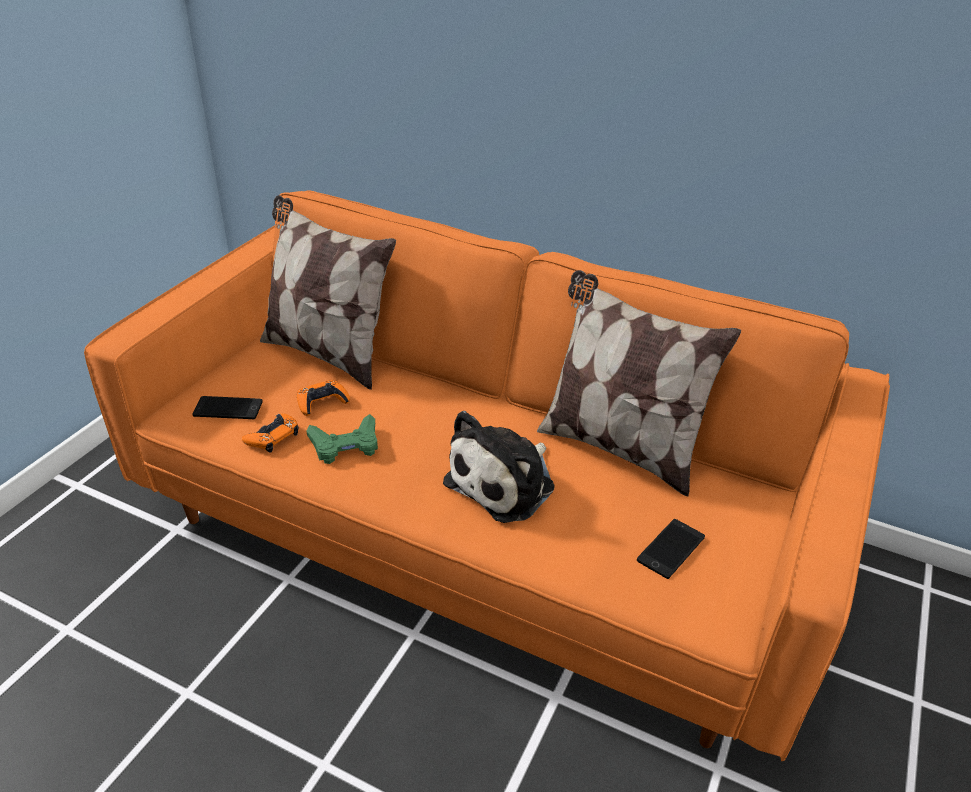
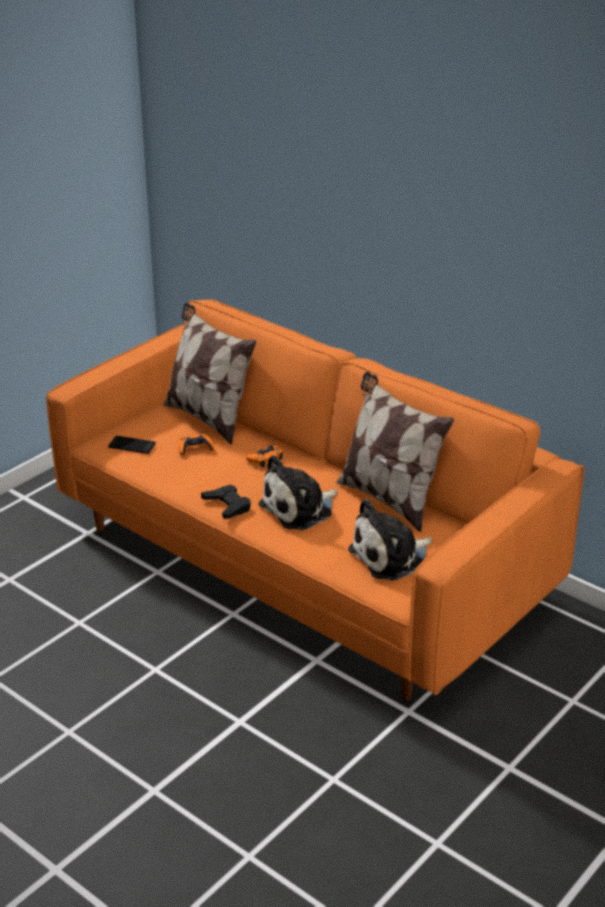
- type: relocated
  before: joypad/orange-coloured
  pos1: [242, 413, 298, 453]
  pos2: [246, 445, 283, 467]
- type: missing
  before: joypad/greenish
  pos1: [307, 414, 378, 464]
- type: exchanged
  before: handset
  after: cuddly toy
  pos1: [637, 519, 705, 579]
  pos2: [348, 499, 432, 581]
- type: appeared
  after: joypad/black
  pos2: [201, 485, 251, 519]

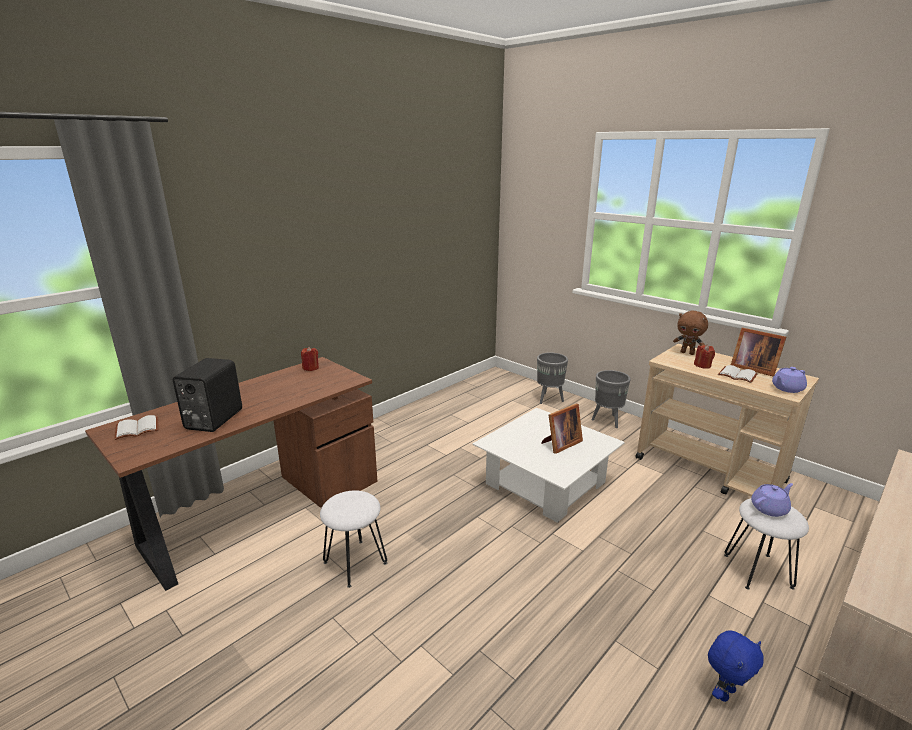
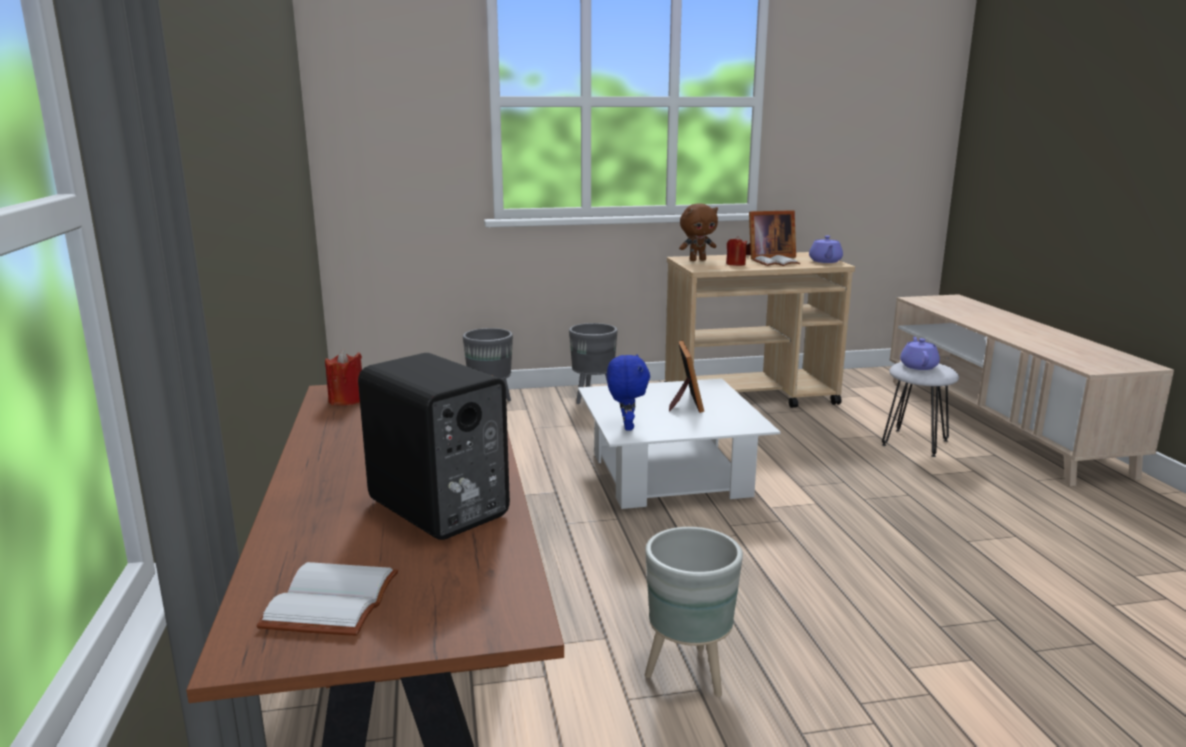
- type: exchanged
  before: sitting stool/white
  after: flower pot/gray
  pos1: [320, 490, 387, 588]
  pos2: [645, 527, 743, 697]
- type: relocated
  before: cuddly toy/bluish
  pos1: [708, 630, 764, 702]
  pos2: [607, 354, 650, 431]

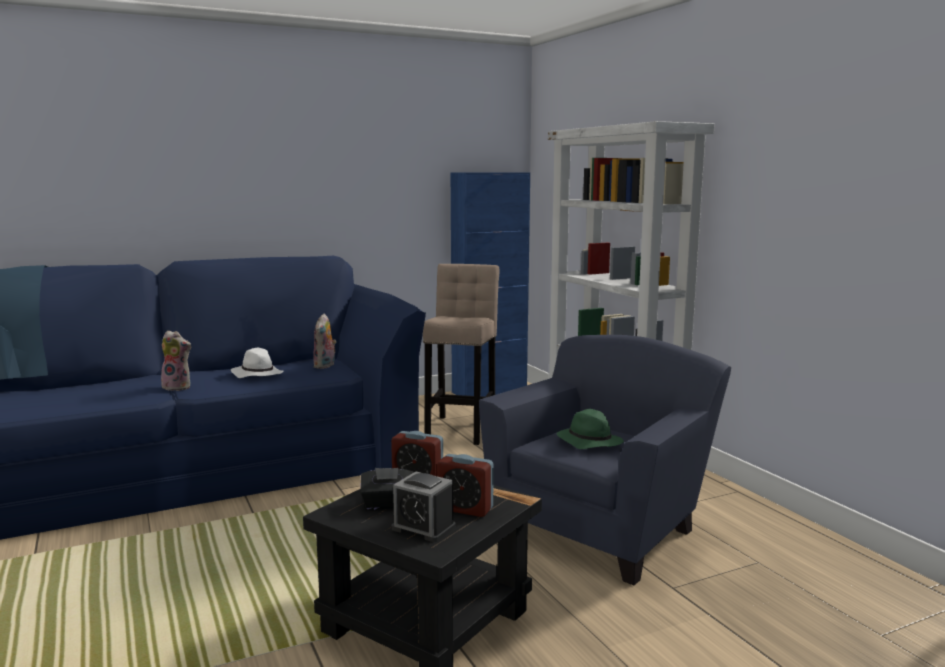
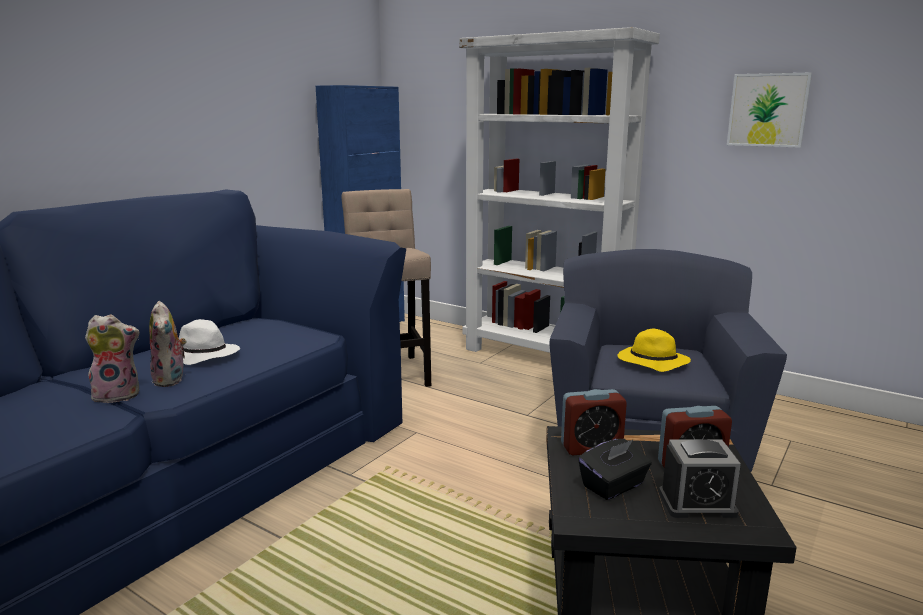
- type: relocated
  before: cuddly toy
  pos1: [313, 314, 337, 369]
  pos2: [149, 301, 187, 387]
- type: colour
  before: hat/greenish
  after: hat/yellow
  pos1: [557, 409, 624, 449]
  pos2: [617, 329, 691, 372]
- type: appeared
  after: wall art
  pos2: [727, 73, 812, 148]

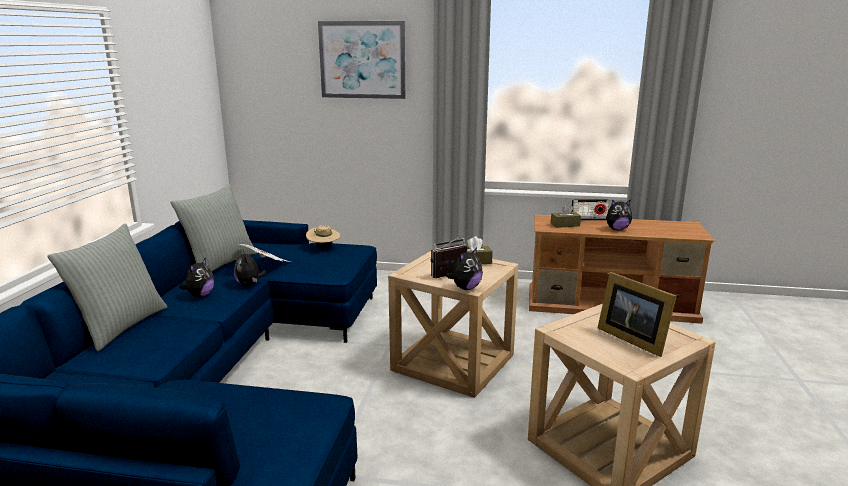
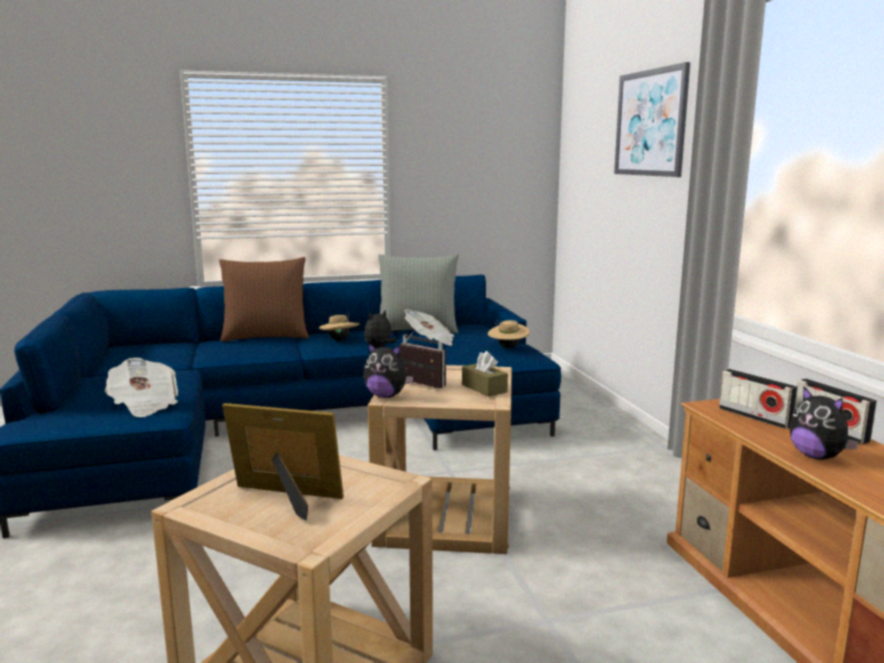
- type: exchanged
  before: box of tissues/brown-coloured
  after: radio set
  pos1: [551, 204, 581, 228]
  pos2: [719, 369, 798, 429]
- type: colour
  before: cushion/gray
  after: cushion/brown-coloured
  pos1: [47, 223, 167, 351]
  pos2: [219, 257, 309, 342]
- type: exchanged
  before: cuddly toy
  after: hat/sand-coloured
  pos1: [179, 257, 215, 297]
  pos2: [319, 313, 359, 341]
- type: spun
  before: photo frame
  pos1: [598, 272, 677, 357]
  pos2: [222, 403, 344, 521]
  turn: 75
- type: appeared
  after: daily paper
  pos2: [105, 358, 178, 417]

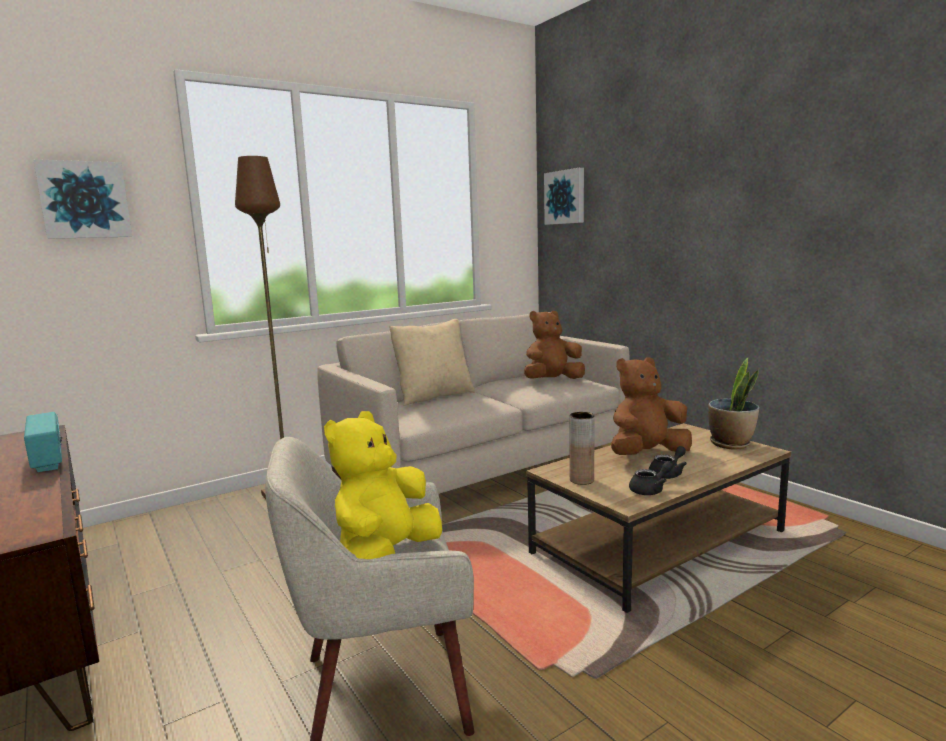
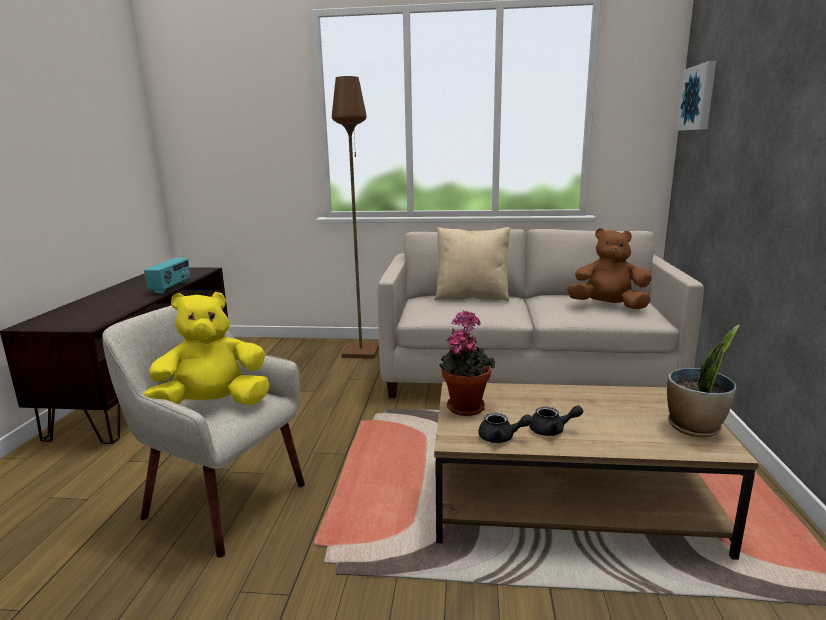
- type: missing
  before: wall art
  pos1: [33, 159, 132, 239]
- type: missing
  before: cuddly toy/brown-coloured
  pos1: [611, 357, 692, 455]
- type: exchanged
  before: vase/brown-coloured
  after: plant in a pot
  pos1: [569, 412, 595, 485]
  pos2: [439, 310, 495, 416]

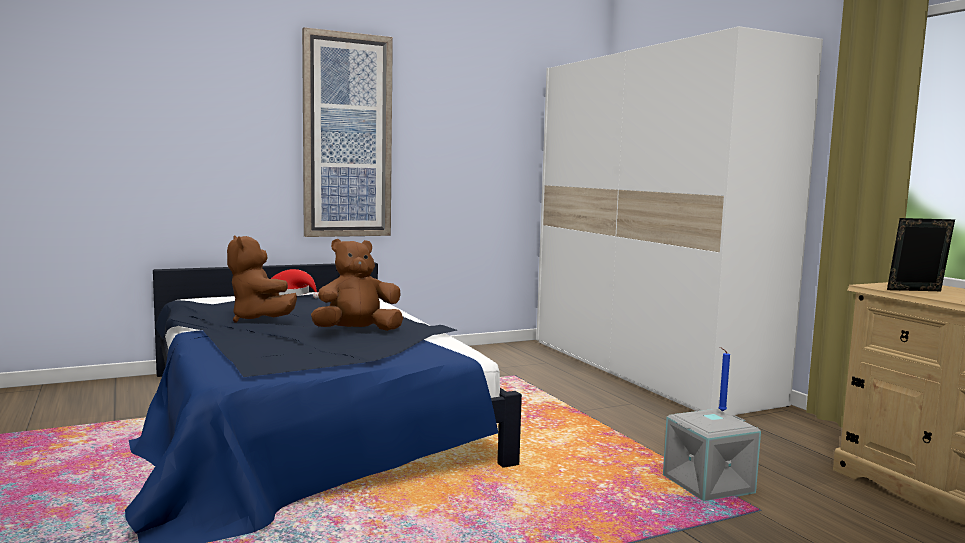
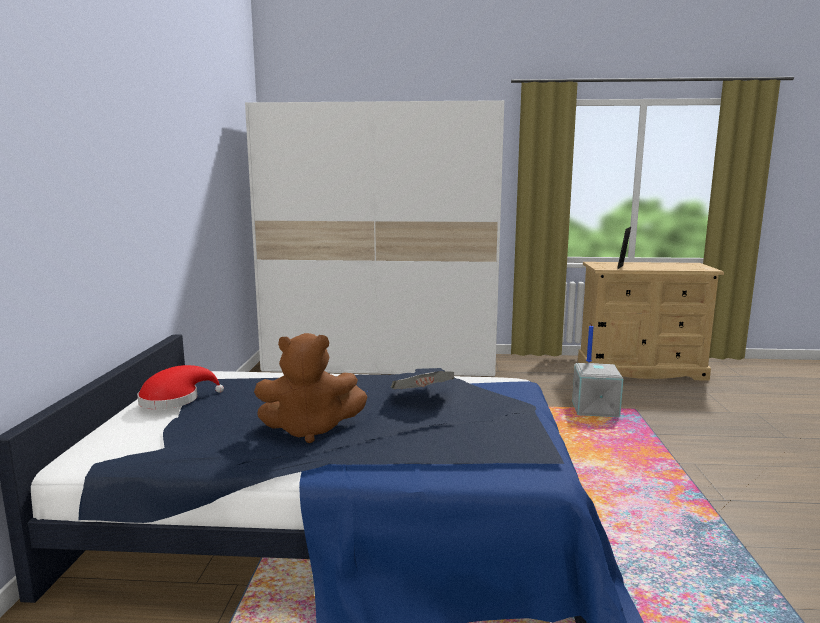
- type: missing
  before: wall art
  pos1: [302, 27, 393, 237]
- type: exchanged
  before: cuddly toy/brown-coloured
  after: daily paper
  pos1: [311, 239, 403, 331]
  pos2: [391, 371, 455, 389]

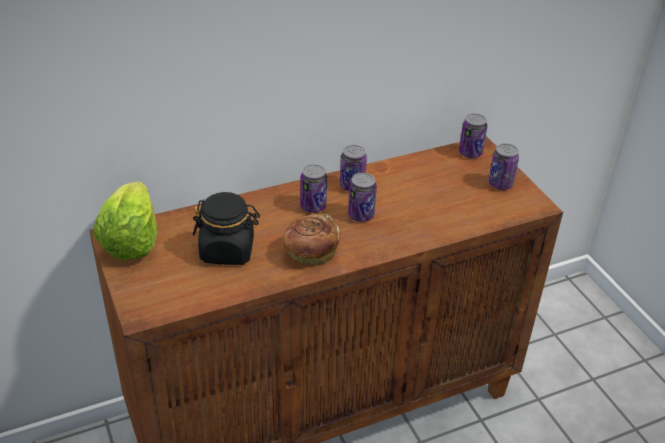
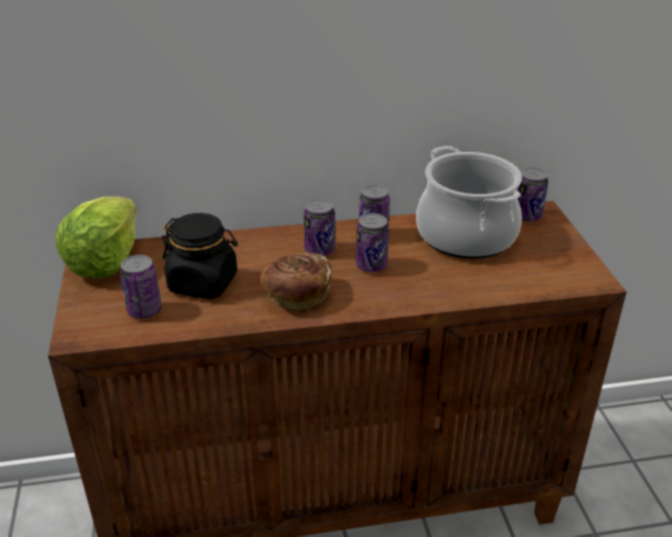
- type: relocated
  before: metal can
  pos1: [488, 143, 519, 190]
  pos2: [120, 255, 162, 319]
- type: appeared
  after: saucepot
  pos2: [416, 146, 522, 259]

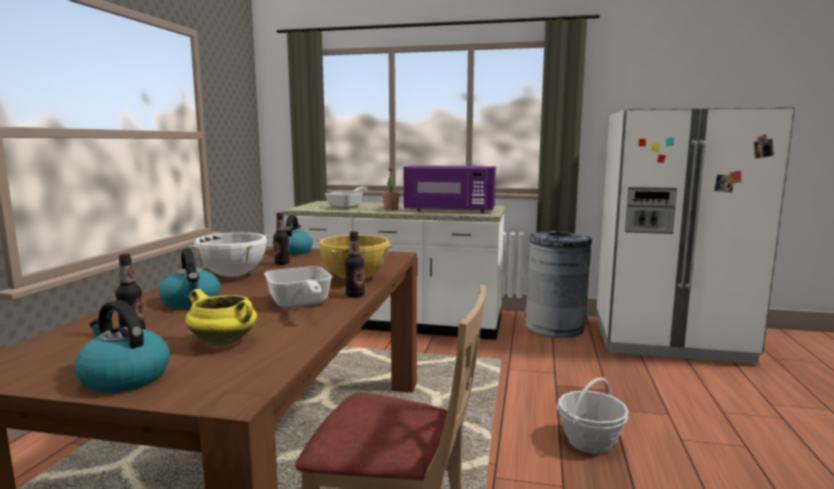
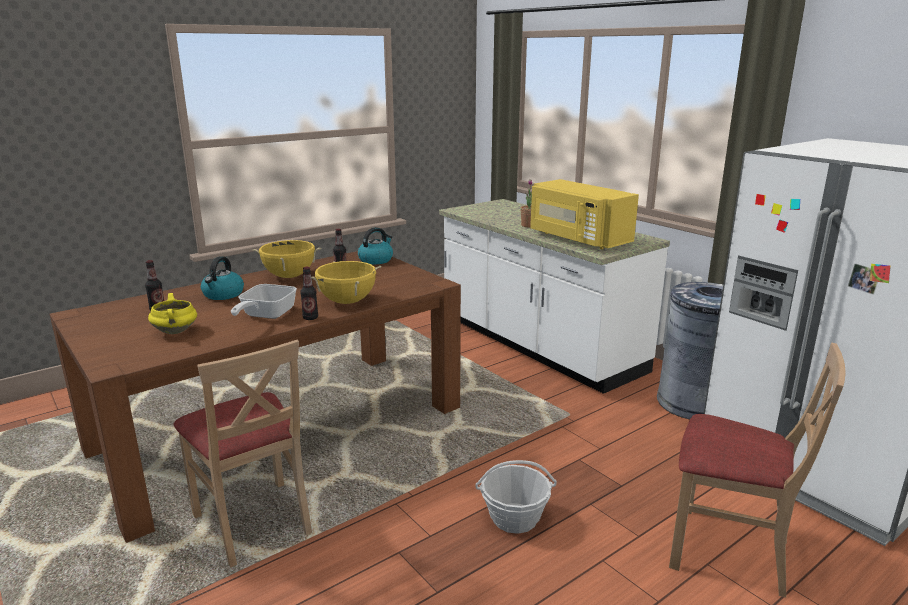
- type: colour
  before: microwave/purple
  after: microwave/yellow
  pos1: [404, 165, 496, 213]
  pos2: [530, 179, 639, 249]
- type: missing
  before: frying pan
  pos1: [325, 187, 367, 209]
- type: colour
  before: saucepot/white
  after: saucepot/yellow
  pos1: [188, 233, 270, 277]
  pos2: [252, 239, 321, 278]
- type: missing
  before: tea kettle
  pos1: [74, 300, 170, 393]
- type: appeared
  after: upright chair/sand-coloured
  pos2: [669, 343, 845, 598]

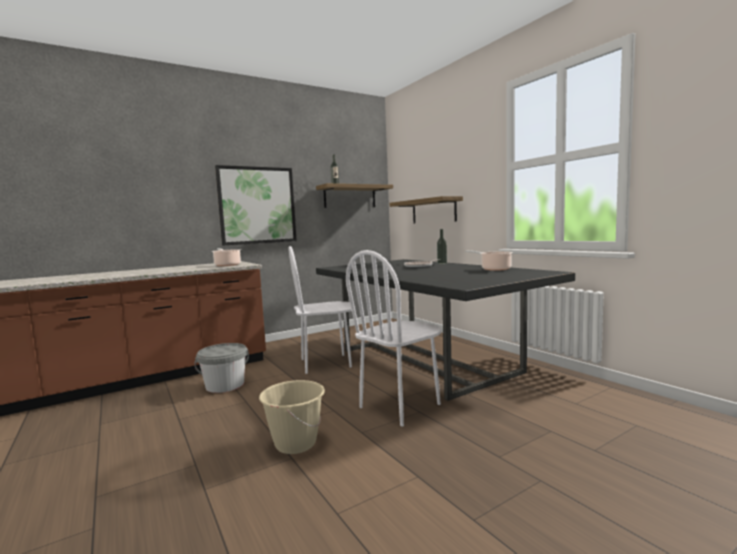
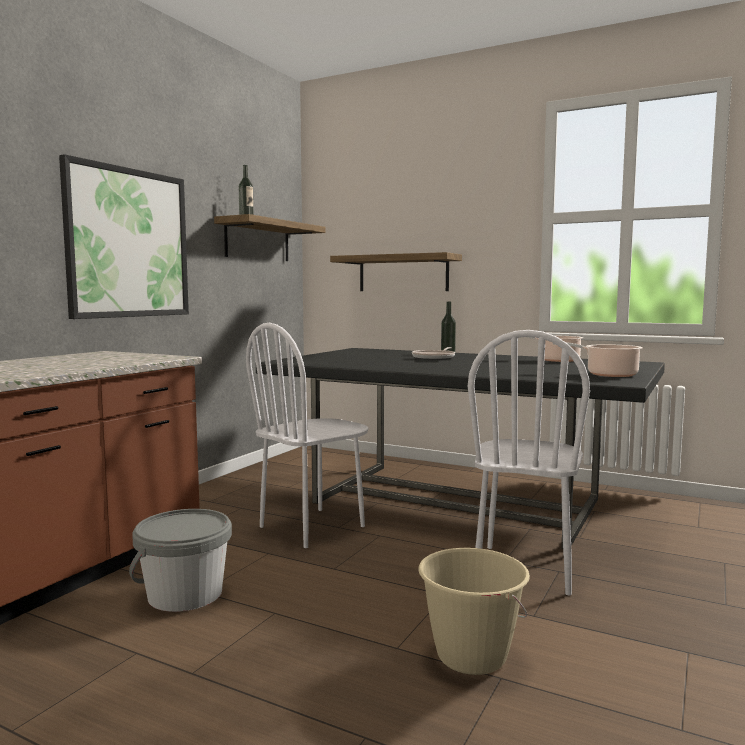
- type: relocated
  before: saucepot
  pos1: [212, 248, 241, 266]
  pos2: [553, 342, 643, 377]

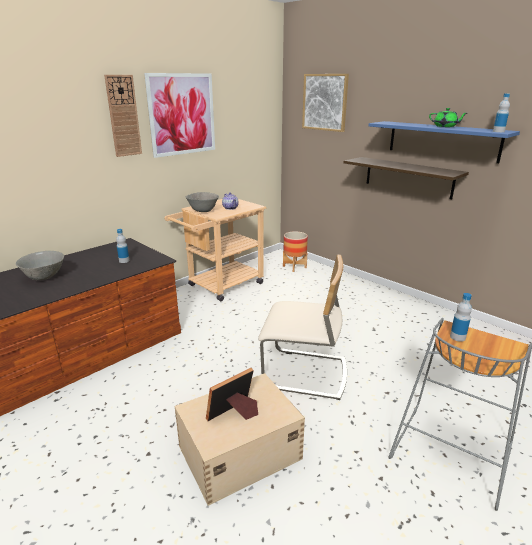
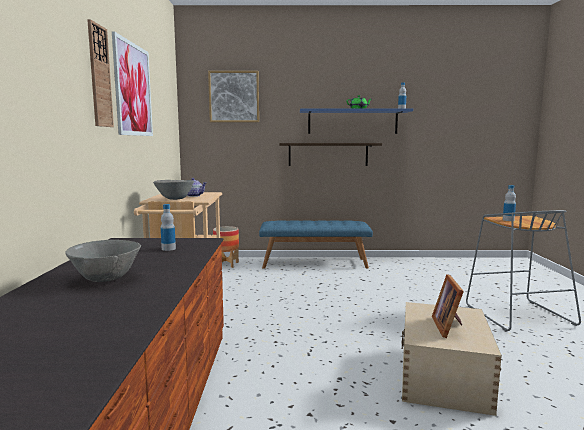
- type: missing
  before: upright chair/sand-coloured
  pos1: [258, 255, 347, 400]
- type: appeared
  after: bench/bluish
  pos2: [259, 221, 373, 269]

